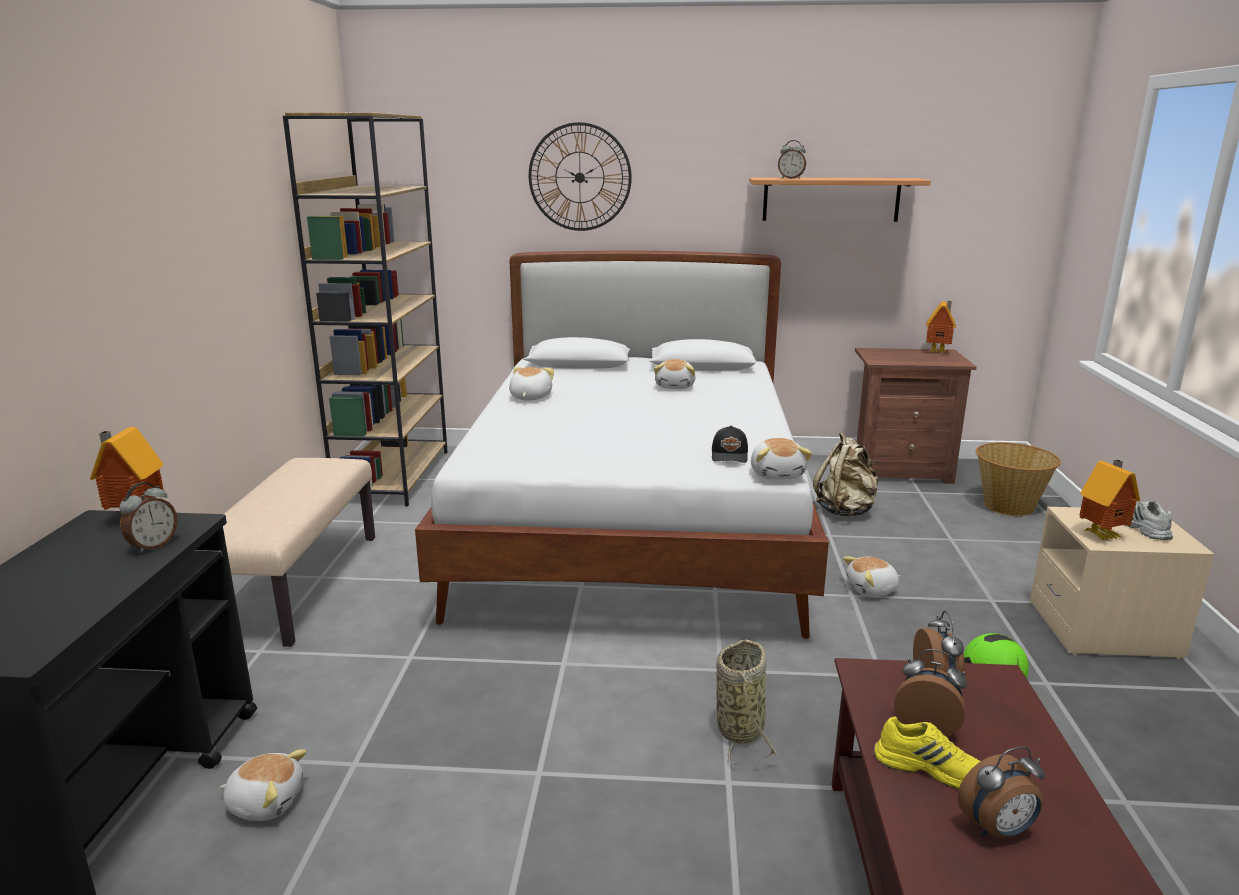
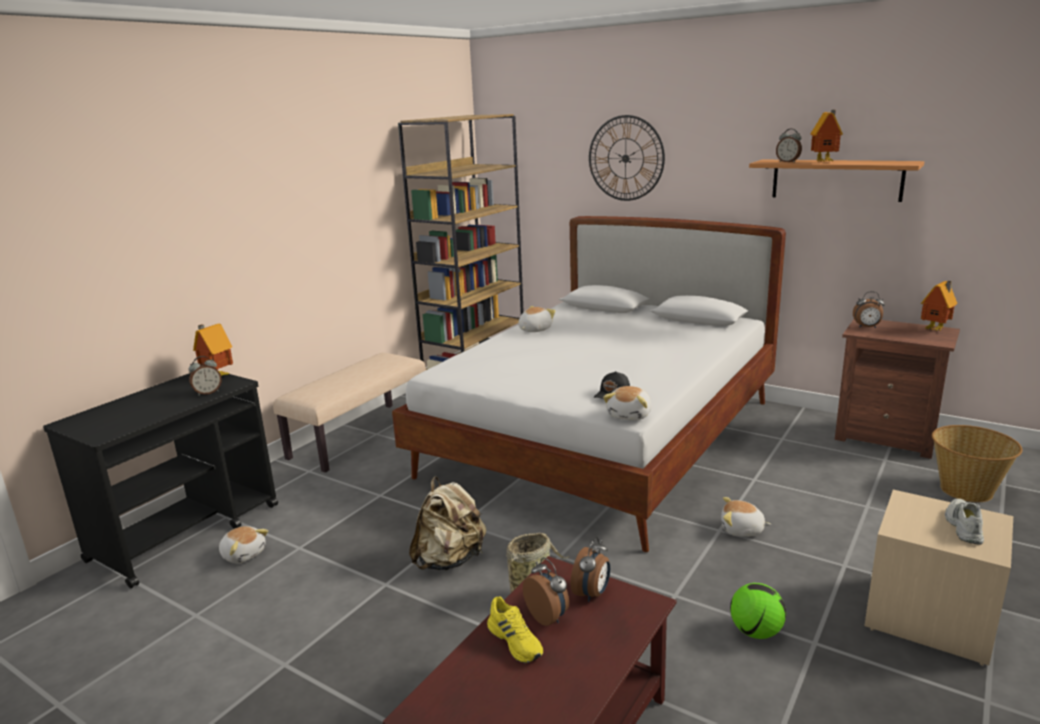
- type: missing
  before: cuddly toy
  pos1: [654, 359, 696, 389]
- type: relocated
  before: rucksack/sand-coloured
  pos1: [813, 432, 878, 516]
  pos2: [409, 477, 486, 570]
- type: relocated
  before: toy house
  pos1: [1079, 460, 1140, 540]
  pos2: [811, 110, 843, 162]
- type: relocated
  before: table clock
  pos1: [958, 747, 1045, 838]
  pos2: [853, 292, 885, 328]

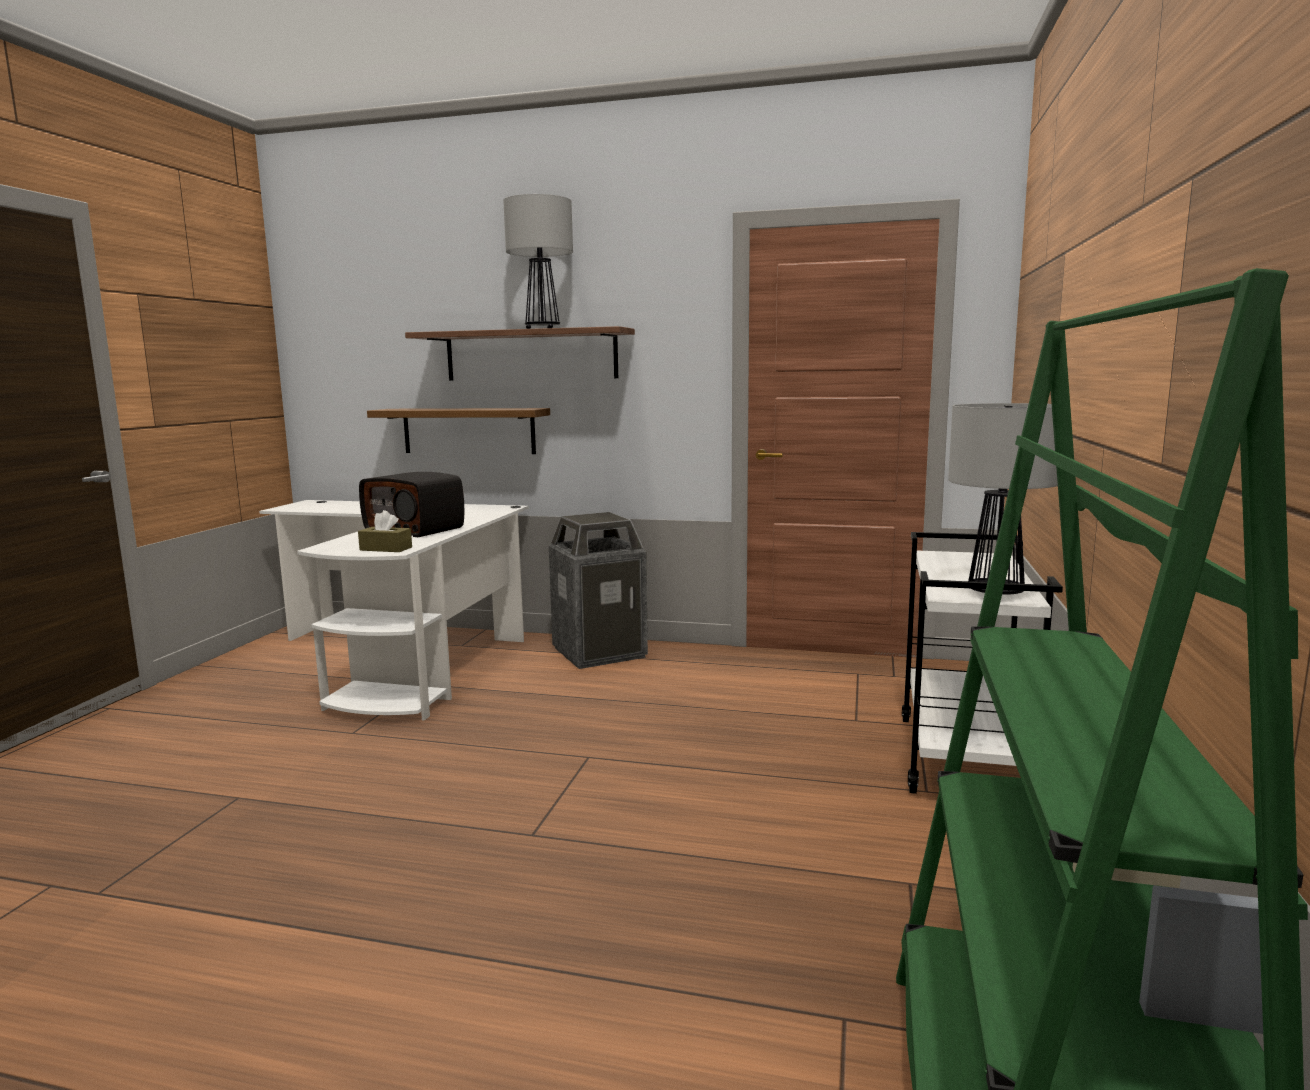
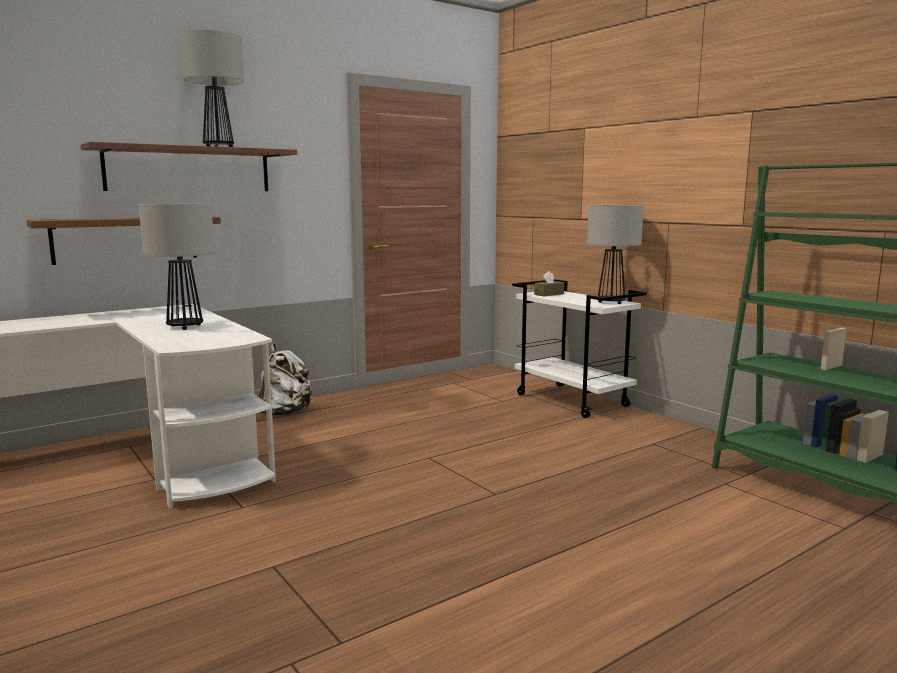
- type: exchanged
  before: radio set
  after: lamp for a table
  pos1: [359, 472, 464, 537]
  pos2: [139, 204, 215, 330]
- type: relocated
  before: box of tissues/brown-coloured
  pos1: [358, 510, 412, 552]
  pos2: [534, 271, 564, 296]
- type: exchanged
  before: trash can
  after: rucksack/white
  pos1: [549, 512, 648, 669]
  pos2: [259, 344, 313, 416]

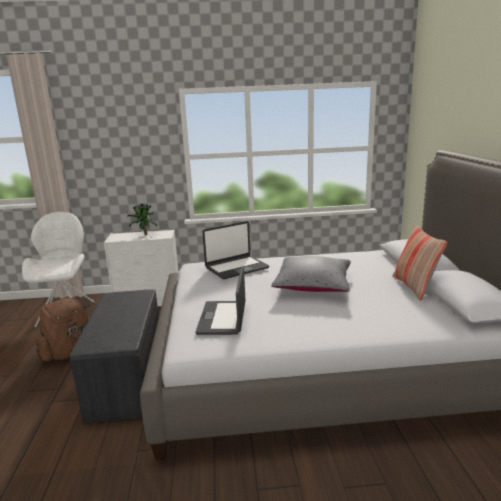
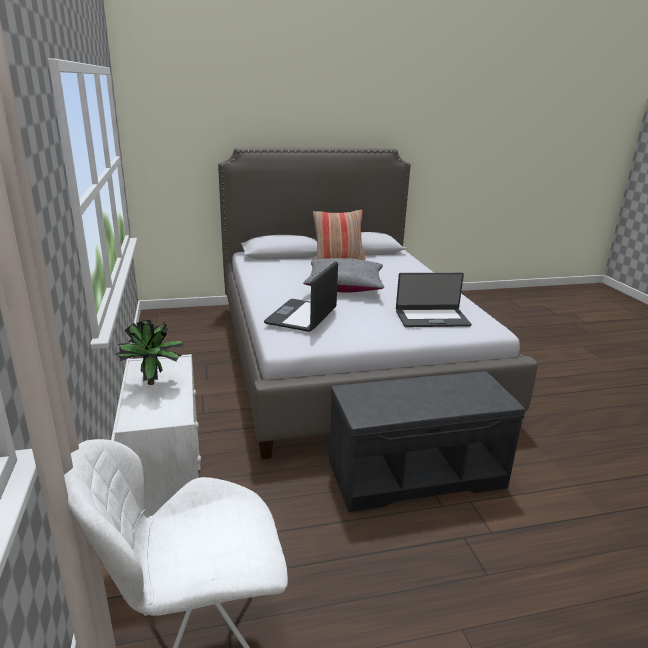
- type: spun
  before: laptop
  pos1: [203, 221, 269, 279]
  pos2: [264, 261, 338, 332]
  turn: -120
- type: missing
  before: rucksack/brown-coloured
  pos1: [36, 298, 90, 361]

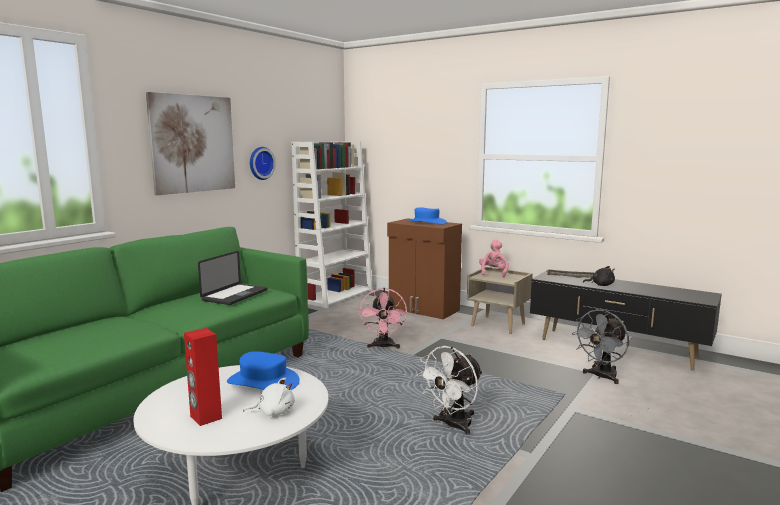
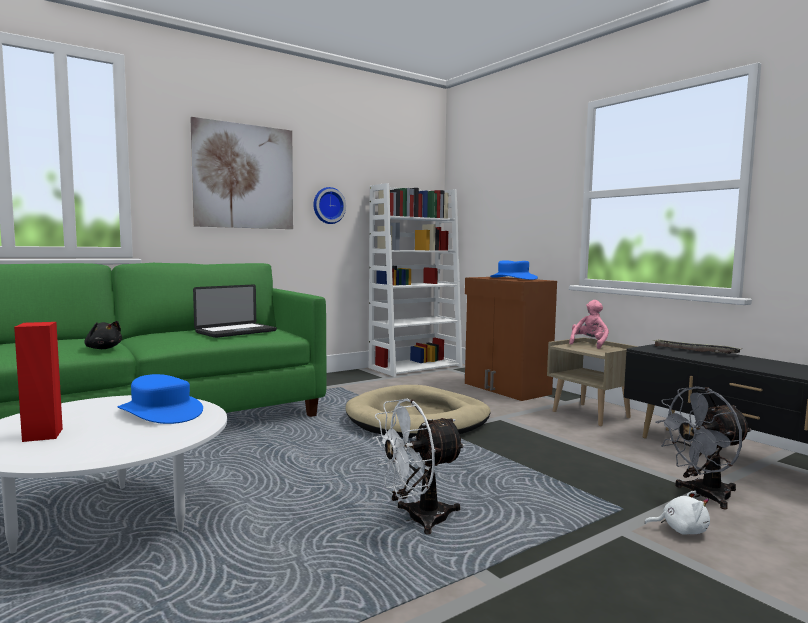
- type: relocated
  before: cuddly toy/black
  pos1: [583, 266, 615, 286]
  pos2: [85, 321, 122, 349]
- type: exchanged
  before: cooling fan/pink-coloured
  after: dog cushion/sand-coloured
  pos1: [359, 288, 407, 349]
  pos2: [345, 385, 491, 438]
- type: relocated
  before: cuddly toy/white
  pos1: [243, 377, 294, 416]
  pos2: [644, 491, 710, 535]

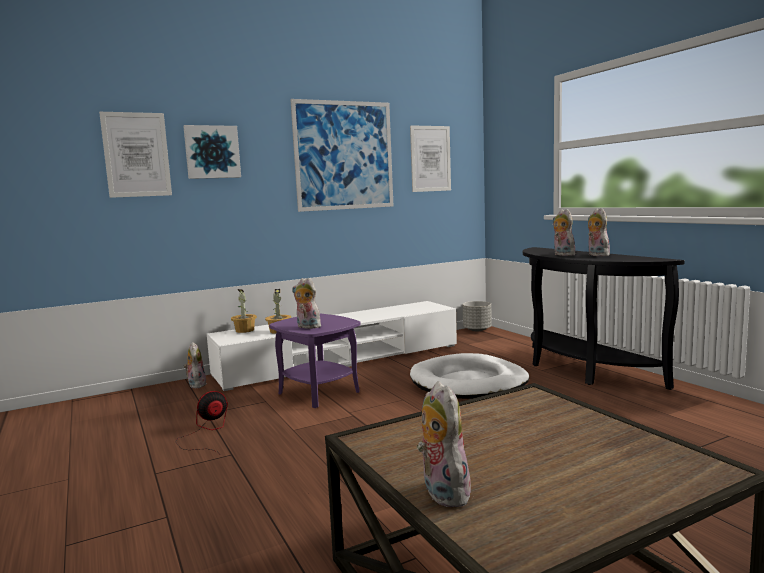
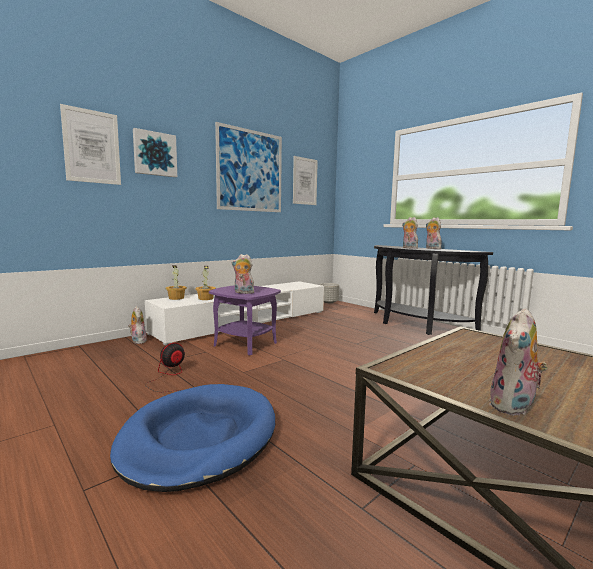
- type: missing
  before: dog cushion/white
  pos1: [410, 353, 529, 399]
- type: spun
  before: cuddly toy
  pos1: [417, 381, 474, 507]
  pos2: [490, 308, 548, 416]
  turn: -105
- type: appeared
  after: dog cushion/bluish
  pos2: [110, 384, 275, 492]

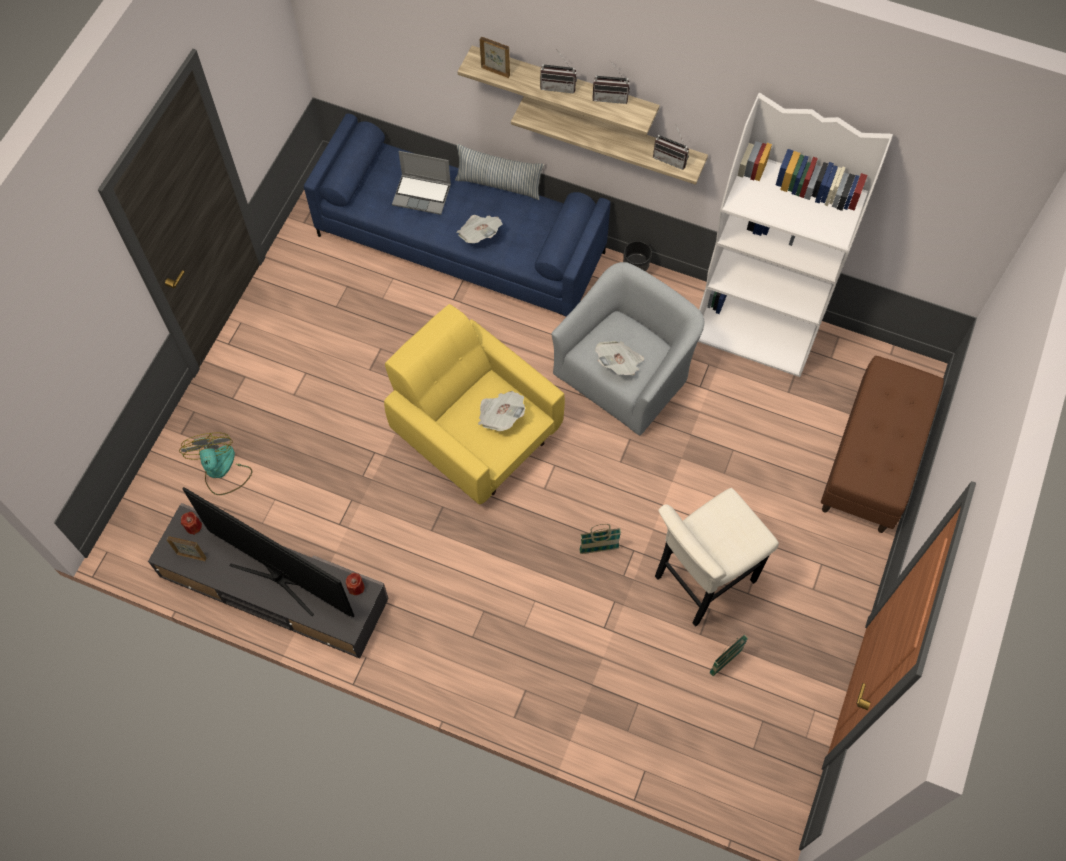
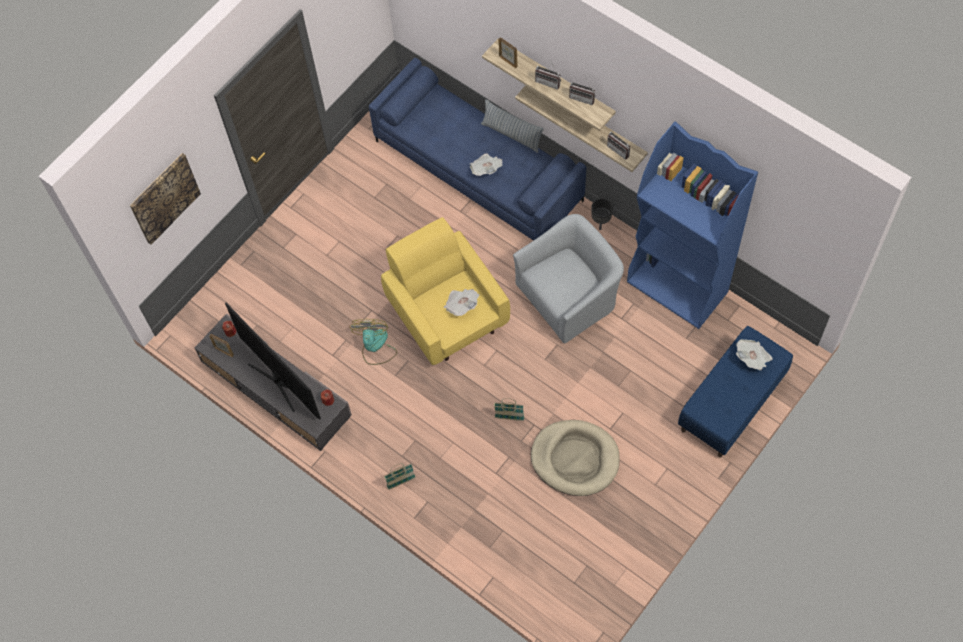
- type: colour
  before: bookcase/white
  after: bookcase/bluish
  pos1: [698, 93, 893, 377]
  pos2: [627, 122, 758, 329]
- type: missing
  before: laptop
  pos1: [392, 151, 451, 215]
- type: relocated
  before: daily paper
  pos1: [595, 341, 644, 376]
  pos2: [736, 339, 773, 370]
- type: colour
  before: bench/brown-coloured
  after: bench/bluish
  pos1: [821, 356, 944, 533]
  pos2: [678, 326, 793, 457]
- type: relocated
  before: cooling fan
  pos1: [179, 433, 252, 495]
  pos2: [350, 319, 397, 365]
- type: exchanged
  before: sitting stool/sand-coloured
  after: dog cushion/sand-coloured
  pos1: [655, 488, 779, 627]
  pos2: [531, 420, 620, 496]
- type: relocated
  before: basket
  pos1: [709, 634, 748, 676]
  pos2: [384, 463, 416, 490]
- type: appeared
  after: wall art
  pos2: [130, 153, 201, 245]

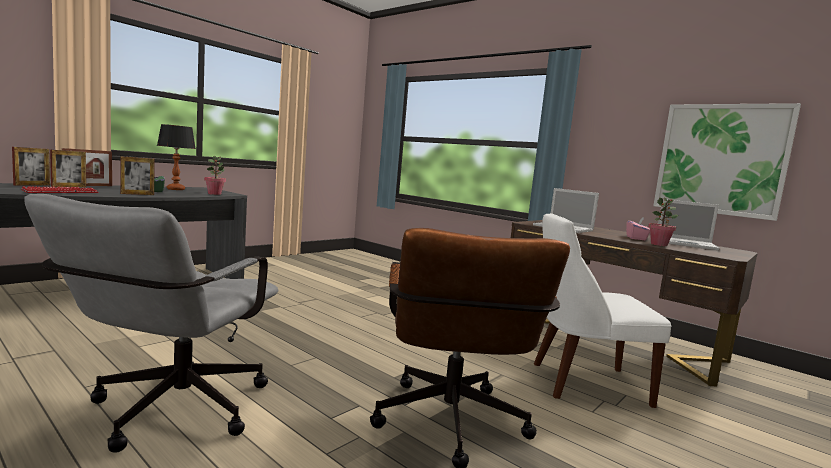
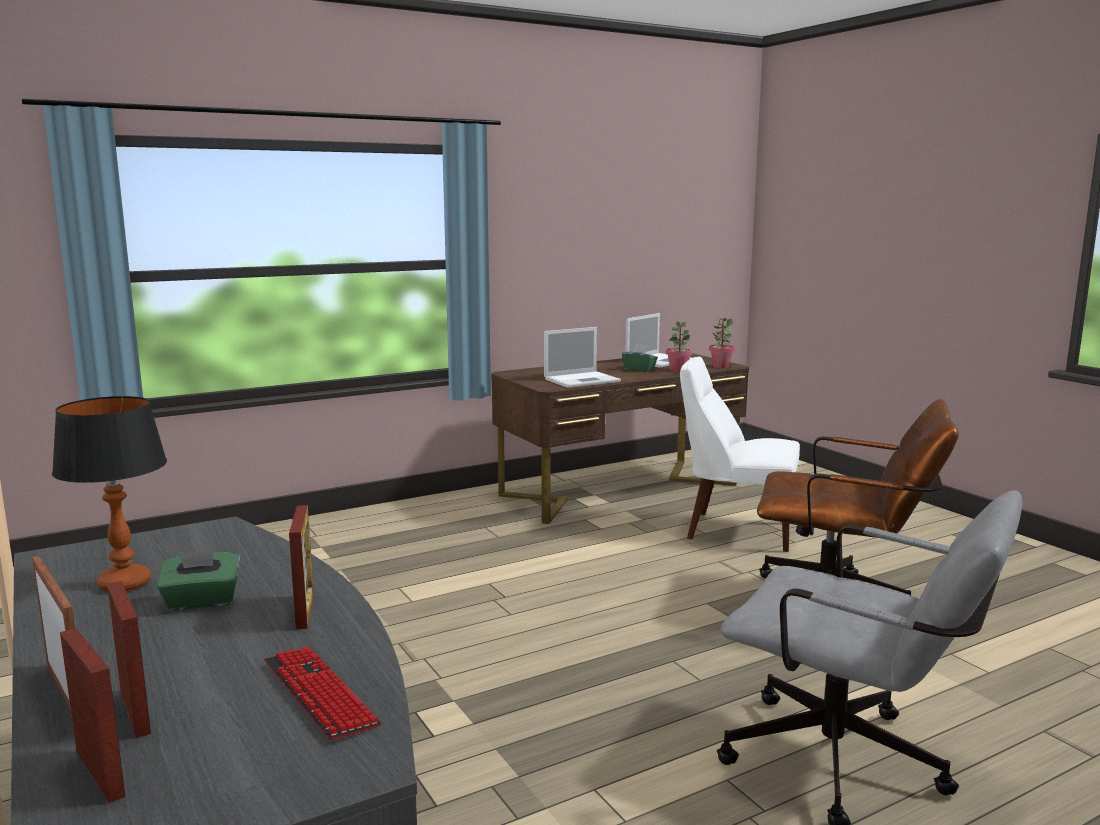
- type: missing
  before: wall art
  pos1: [653, 103, 801, 221]
- type: relocated
  before: plant in a pot
  pos1: [204, 156, 226, 195]
  pos2: [709, 318, 735, 368]
- type: spun
  before: upright chair/white
  pos1: [534, 213, 671, 408]
  pos2: [680, 356, 800, 552]
  turn: 90
- type: colour
  before: box of tissues/pink-coloured
  after: box of tissues/greenish
  pos1: [626, 217, 650, 240]
  pos2: [622, 344, 658, 372]

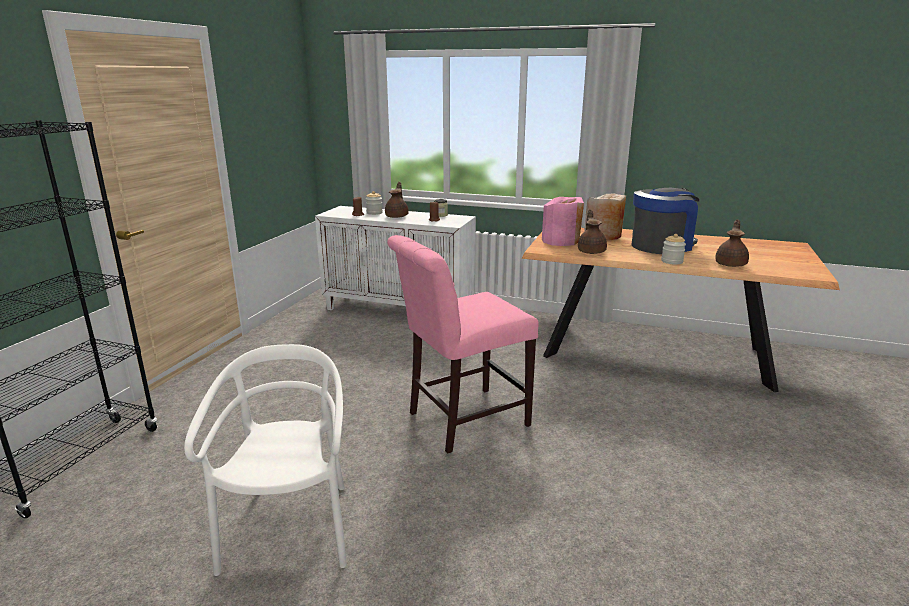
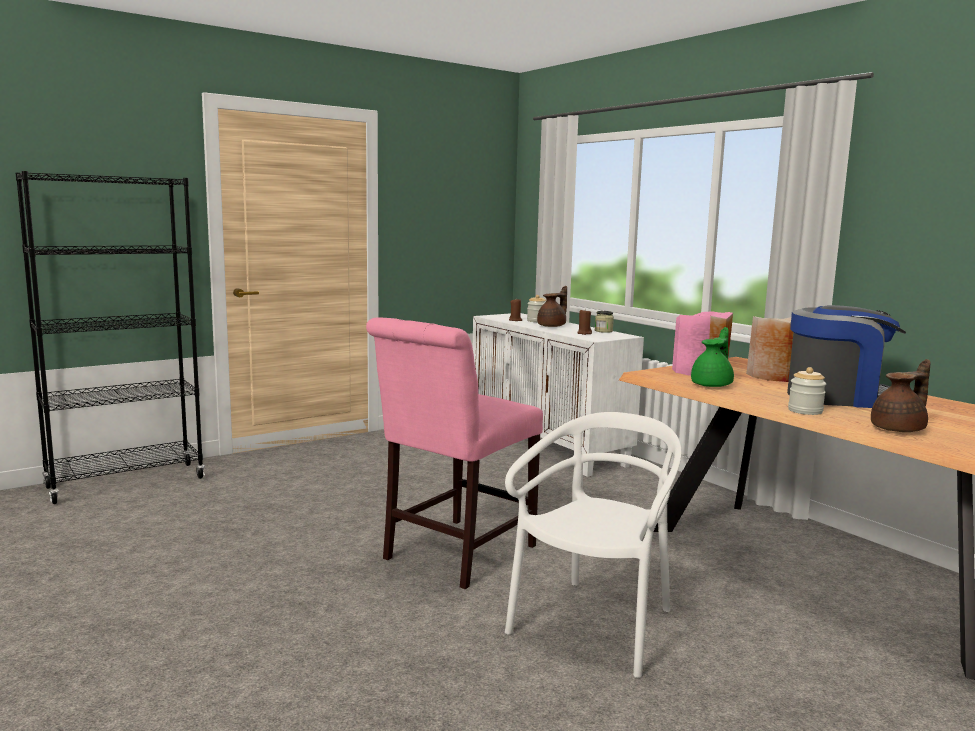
- type: colour
  before: pot for tea/brown-coloured
  after: pot for tea/greenish
  pos1: [578, 209, 607, 254]
  pos2: [691, 327, 734, 387]
- type: spun
  before: upright chair/pink-coloured
  pos1: [387, 235, 539, 453]
  pos2: [366, 317, 543, 589]
  turn: -60
- type: relocated
  before: upright chair/white
  pos1: [184, 344, 347, 576]
  pos2: [505, 412, 682, 678]

